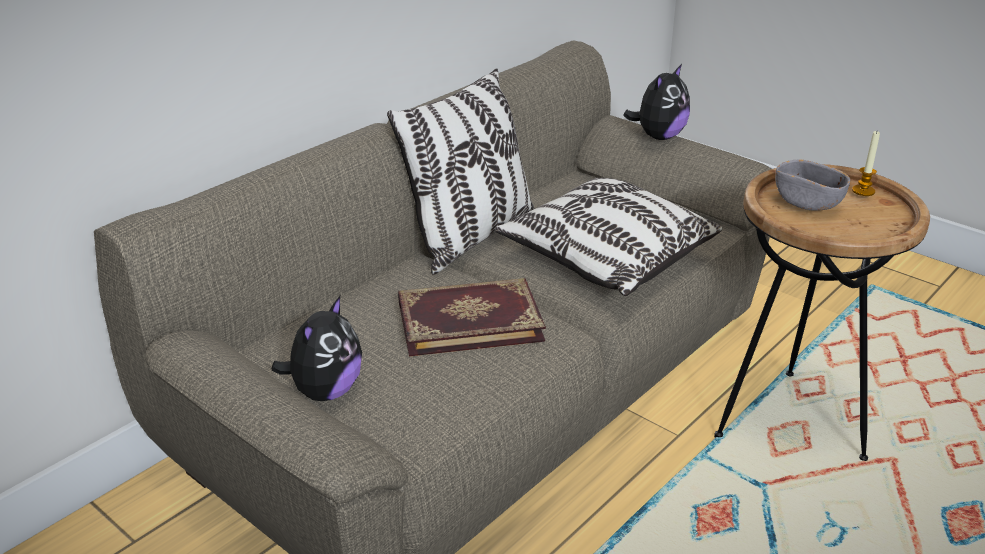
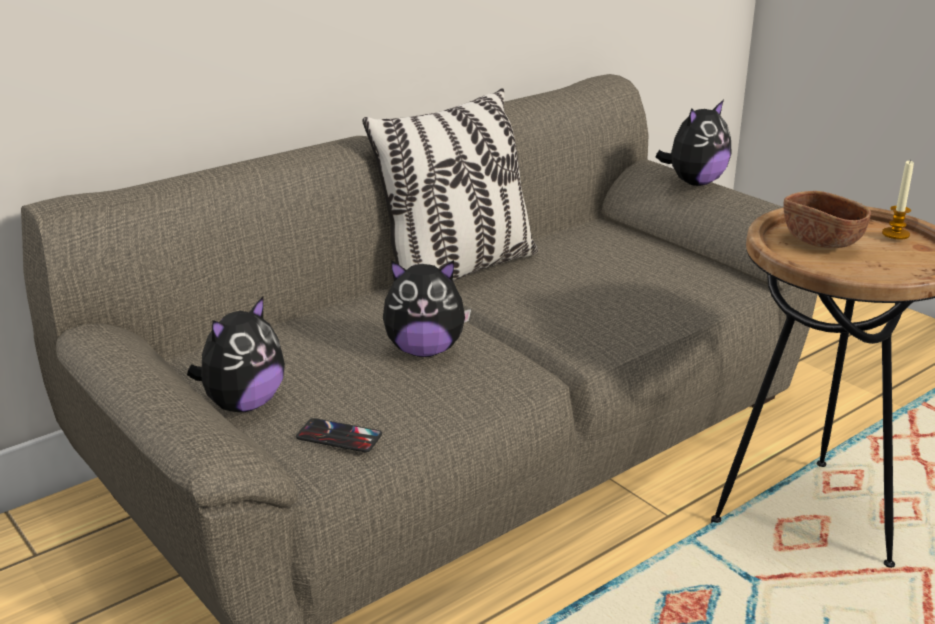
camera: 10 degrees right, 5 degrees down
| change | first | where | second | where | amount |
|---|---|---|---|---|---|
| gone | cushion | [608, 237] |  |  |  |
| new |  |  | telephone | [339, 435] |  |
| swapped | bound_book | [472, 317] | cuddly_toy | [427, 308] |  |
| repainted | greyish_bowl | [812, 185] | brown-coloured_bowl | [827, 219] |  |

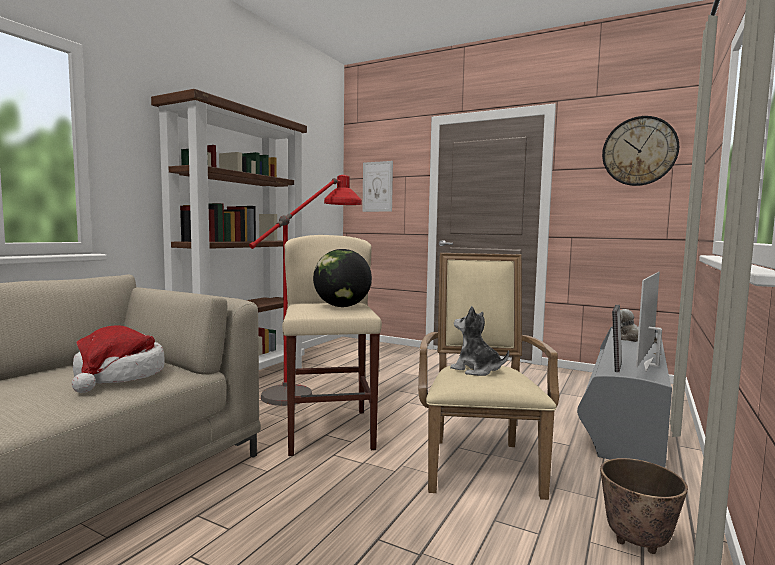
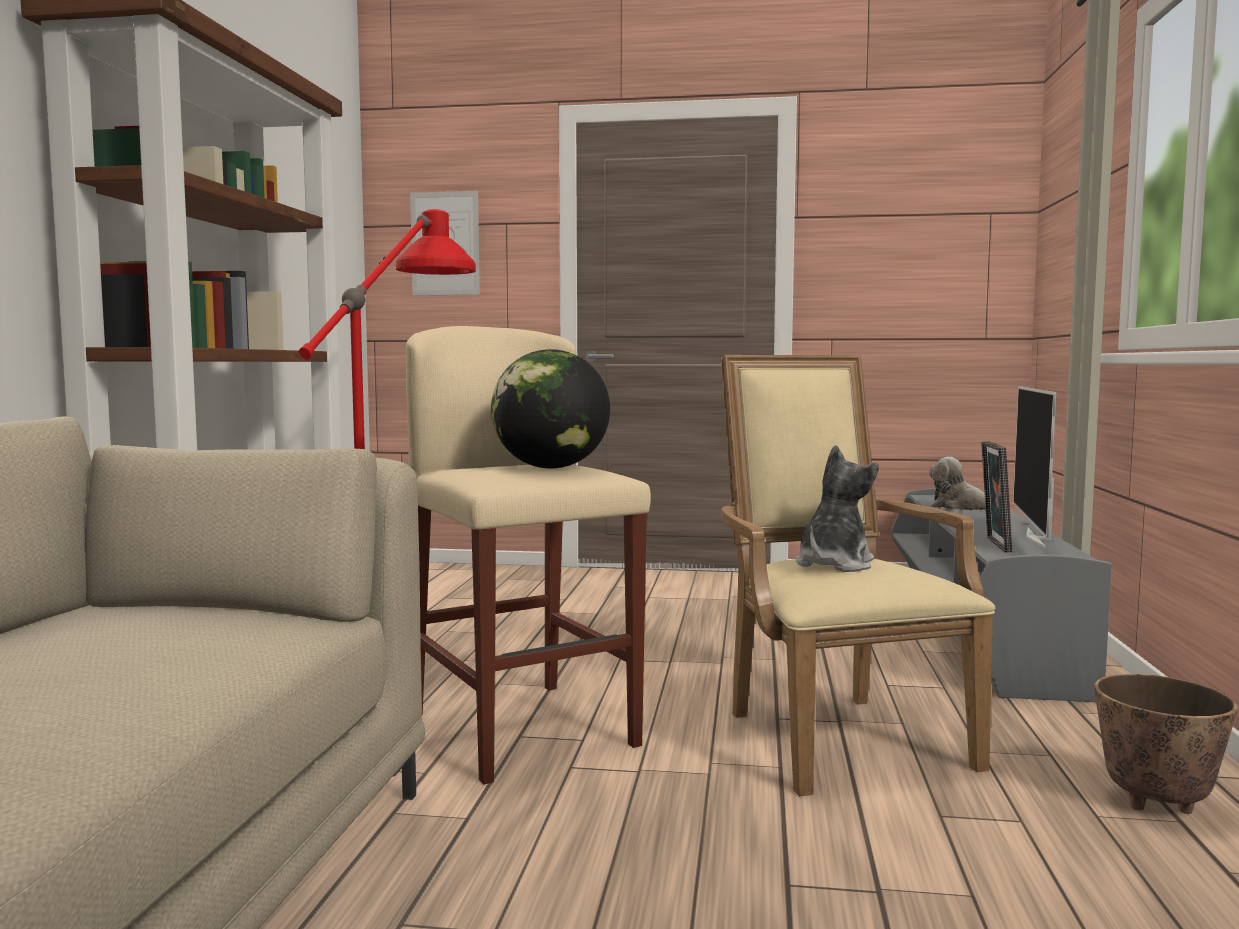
camera: 20 degrees left, 0 degrees up
| change | first | where | second | where | amount |
|---|---|---|---|---|---|
| gone | wearable_hat | [118, 359] |  |  |  |
| gone | wall_clock | [640, 151] |  |  |  |
| rotated | cuddly_toy | [479, 341] |  | [837, 508] | 105 degrees clockwise |

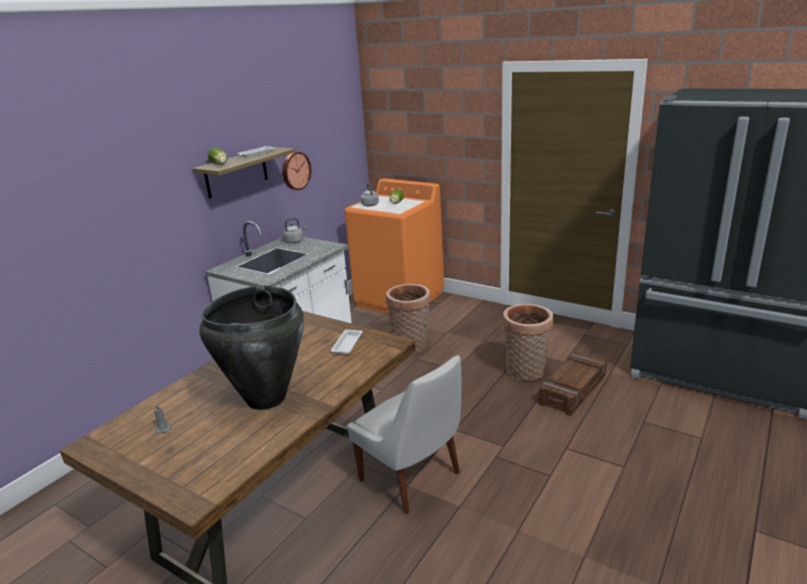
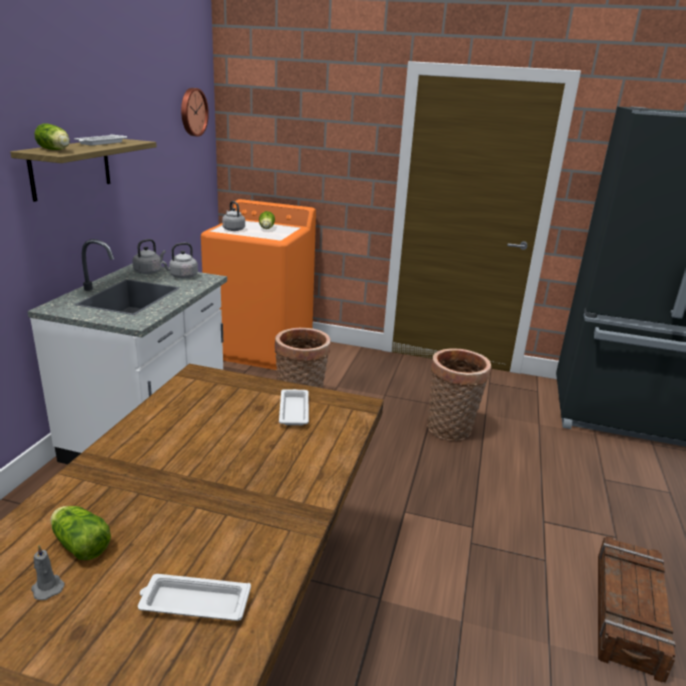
camera: 20 degrees left, 0 degrees up
| change | first | where | second | where | amount |
|---|---|---|---|---|---|
| gone | black-coloured_vase | [251, 347] |  |  |  |
| gone | white_chair | [404, 434] |  |  |  |
| new |  |  | head_of_lettuce | [81, 533] |  |
| new |  |  | white_serving_tray | [194, 597] |  |
| new |  |  | greyish_kettle | [179, 260] |  |
| shifted | wall_clock | [296, 171] |  | [195, 112] |  |
| shifted | packing_crate | [572, 384] |  | [637, 609] |  |

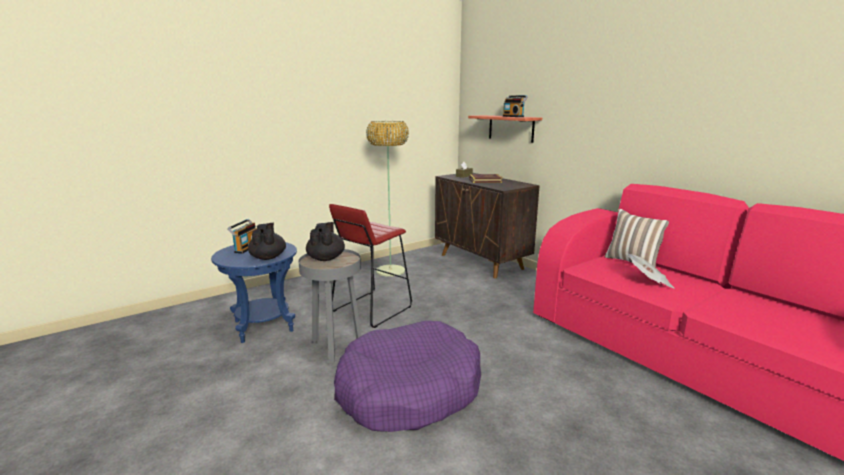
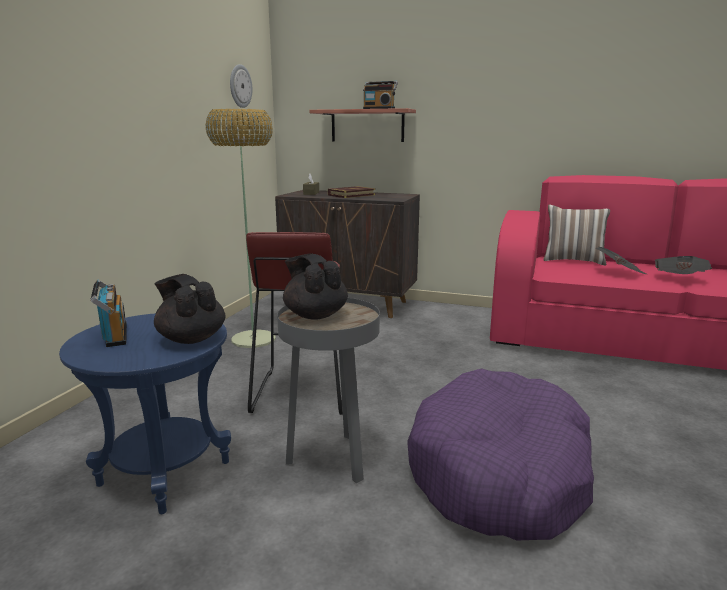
camera: 35 degrees left, 0 degrees up
| change | first | where | second | where | amount |
|---|---|---|---|---|---|
| new |  |  | wall_clock | [241, 86] |  |
| new |  |  | daily_paper | [683, 265] |  |

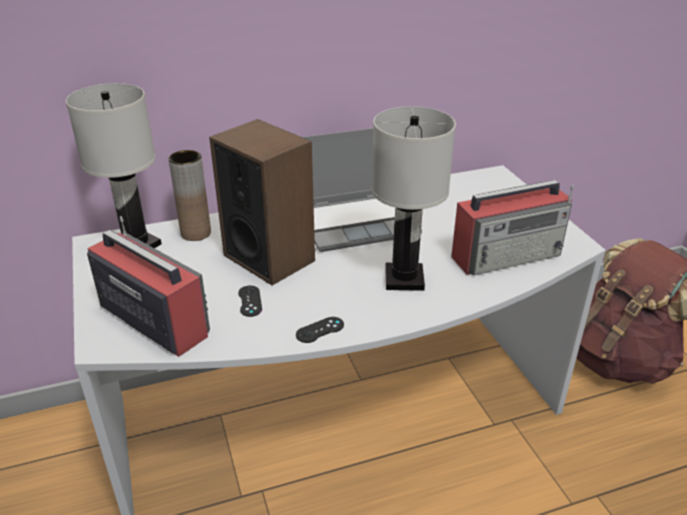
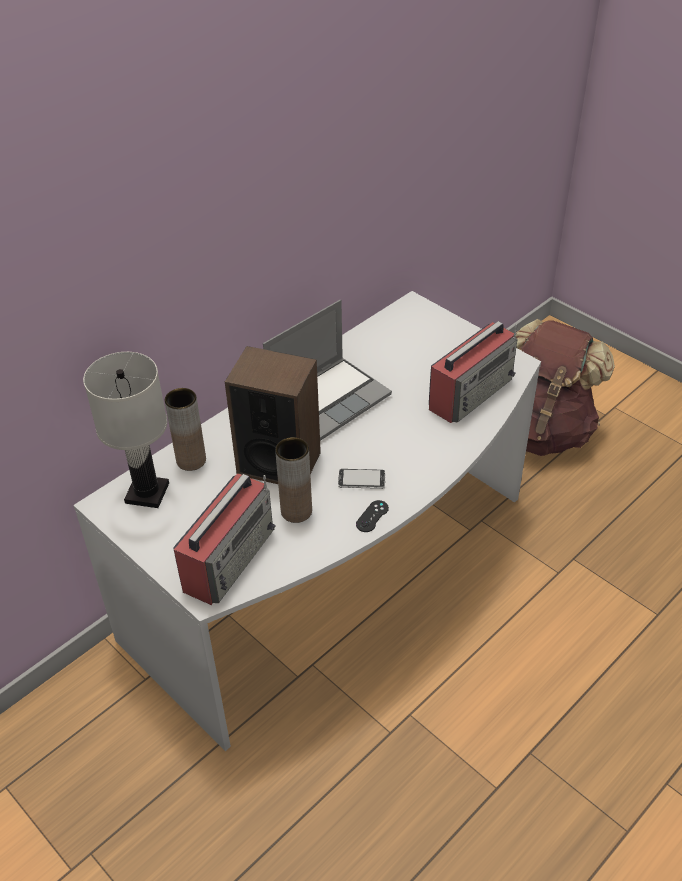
camera: 25 degrees left, 10 degrees up
| change | first | where | second | where | amount |
|---|---|---|---|---|---|
| gone | white_tabletop_lamp | [413, 198] |  |  |  |
| new |  |  | telephone | [361, 479] |  |
| swapped | black-coloured_game_controller | [250, 301] | brown-coloured_vase | [293, 480] |  |
| rotated | radio_receiver | [148, 286] |  | [224, 539] | 105 degrees clockwise |

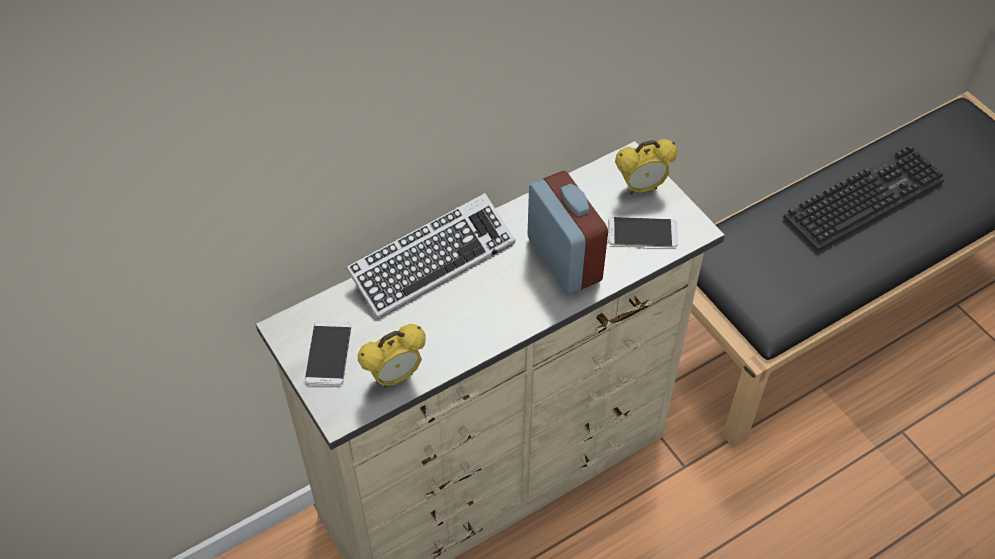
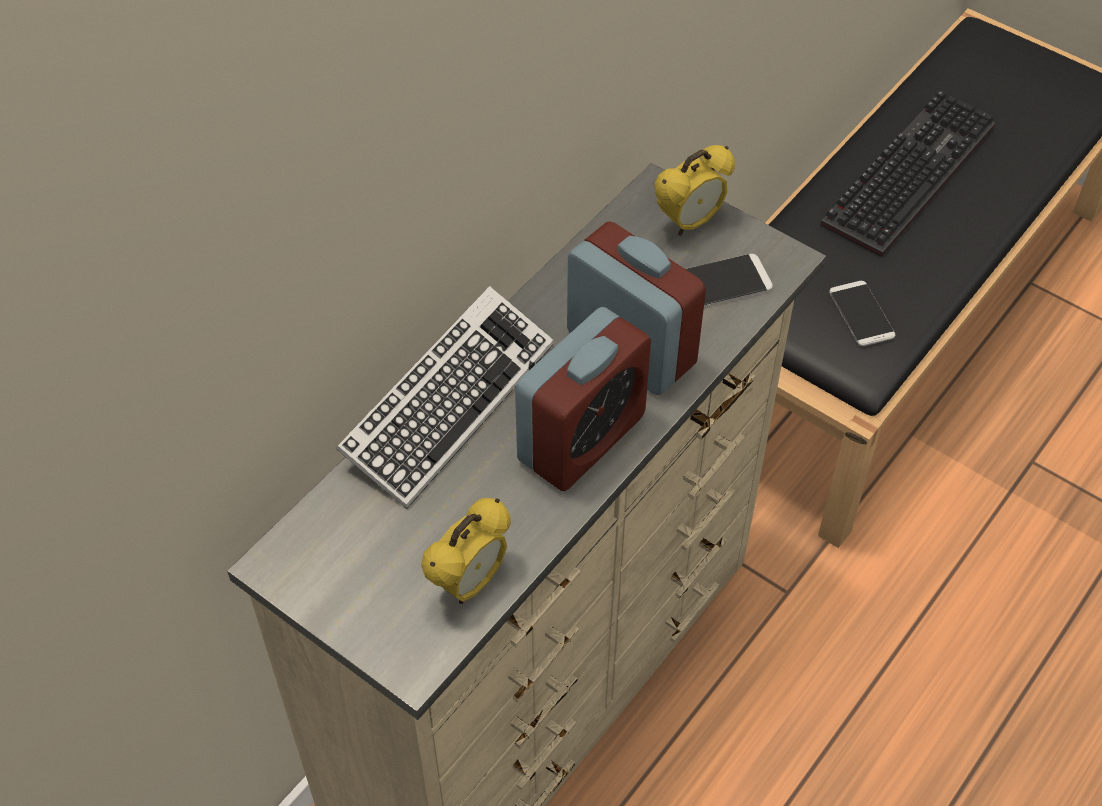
camera: 20 degrees left, 0 degrees up
| change | first | where | second | where | amount |
|---|---|---|---|---|---|
| new |  |  | table_clock | [583, 399] |  |
| shifted | telephone | [328, 353] |  | [862, 313] |  |

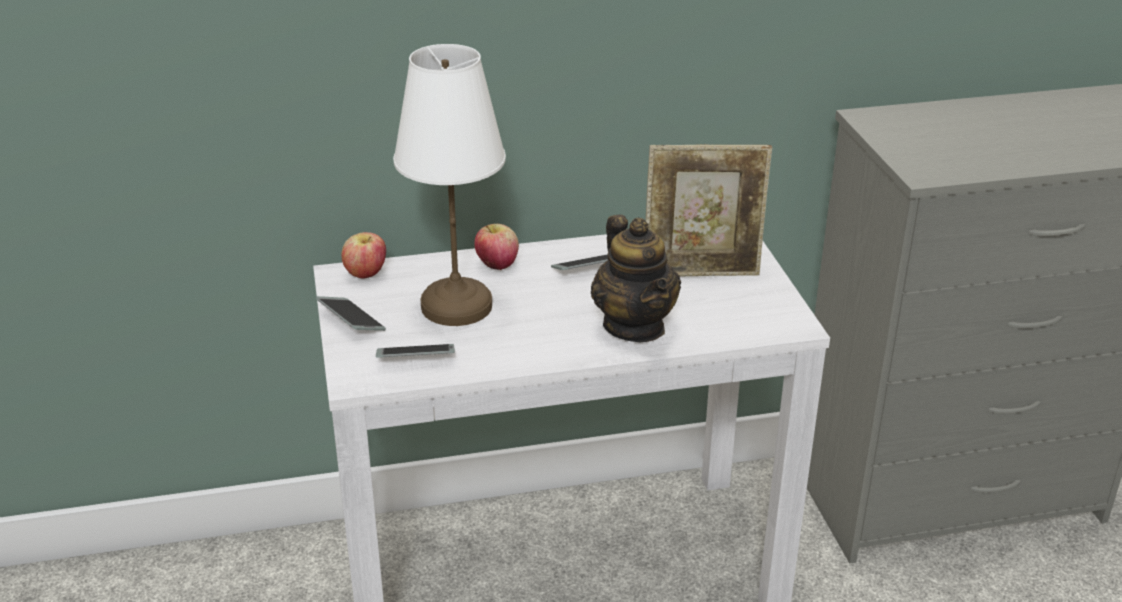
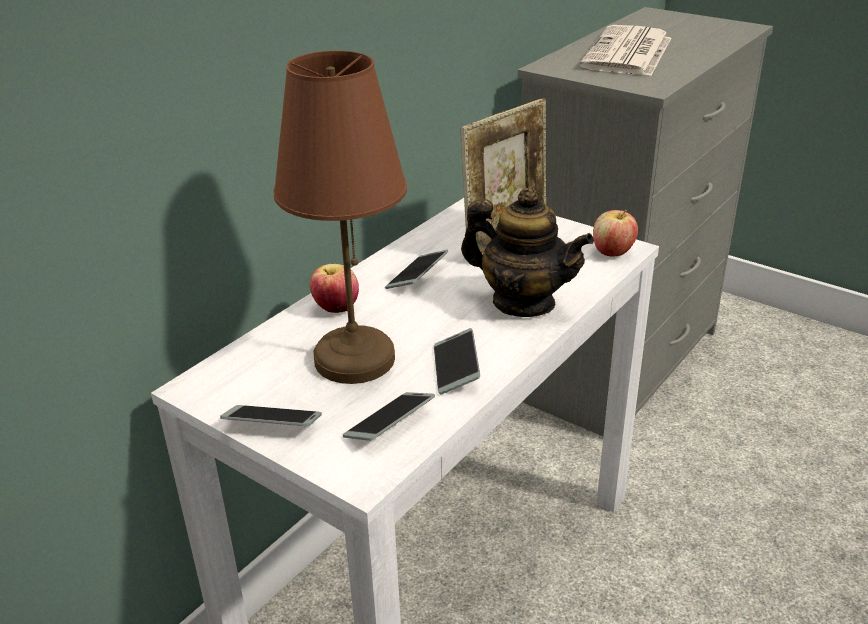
camera: 40 degrees left, 0 degrees up
| change | first | where | second | where | amount |
|---|---|---|---|---|---|
| new |  |  | telephone | [457, 361] |  |
| new |  |  | daily_paper | [625, 50] |  |
| shifted | whole_apple | [363, 255] |  | [615, 233] |  |
| repainted | white_tabletop_lamp | [449, 185] | brown-coloured_tabletop_lamp | [340, 217] |  |

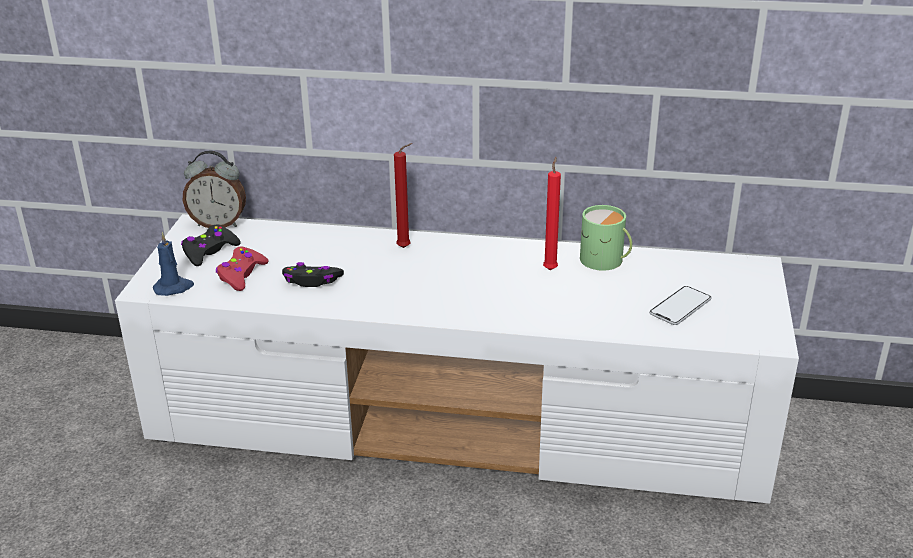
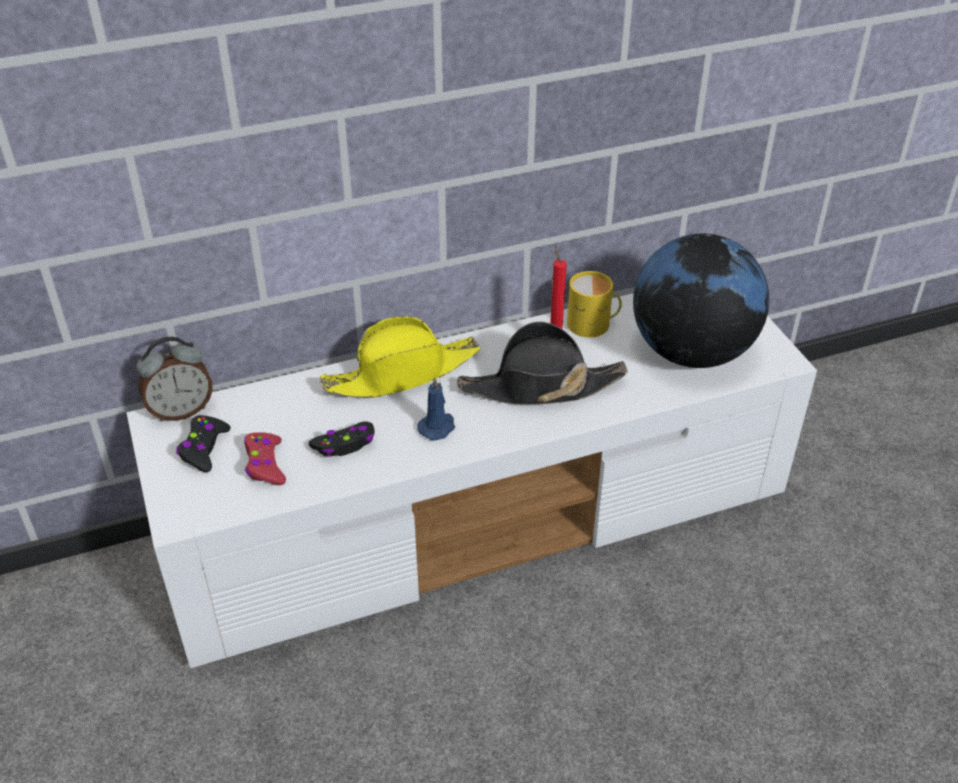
camera: 30 degrees left, 10 degrees up
| change | first | where | second | where | amount |
|---|---|---|---|---|---|
| new |  |  | black-coloured_wearable_hat | [542, 362] |  |
| shifted | blue-coloured_candle | [173, 264] |  | [436, 409] |  |
| swapped | red_candle | [403, 195] | yellow-coloured_wearable_hat | [400, 357] |  |
| swapped | telephone | [680, 305] | desk_globe | [701, 301] |  |
| repainted | green-coloured_coffee_mug | [606, 238] | yellow-coloured_coffee_mug | [594, 304] |  |

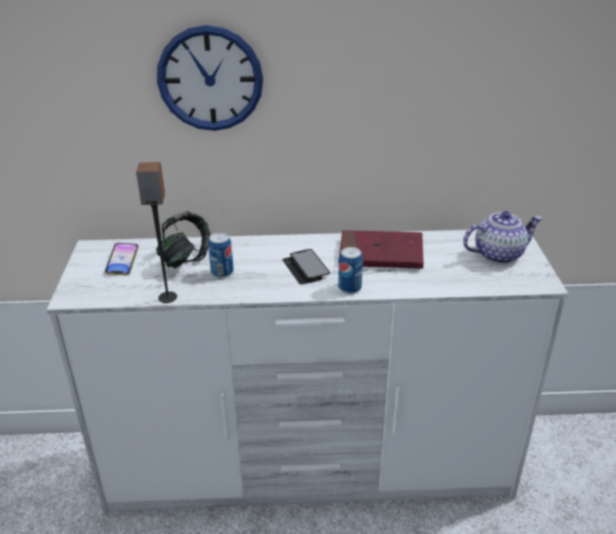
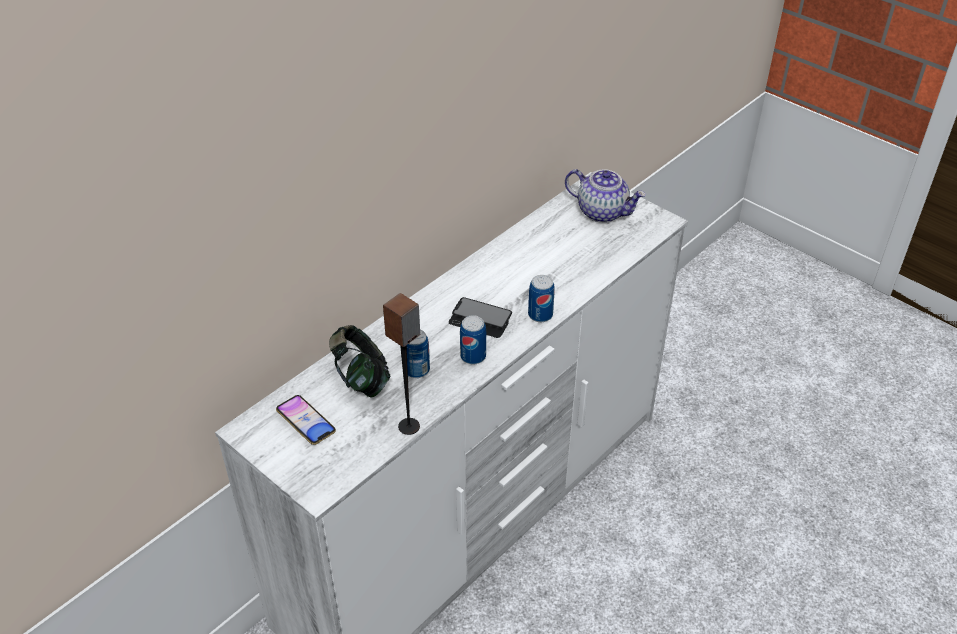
camera: 45 degrees left, 10 degrees up
| change | first | where | second | where | amount |
|---|---|---|---|---|---|
| gone | wall_clock | [210, 78] |  |  |  |
| gone | red_bound_book | [381, 249] |  |  |  |
| new |  |  | metal_can | [473, 340] |  |
| rotated | teapot | [503, 237] |  | [605, 196] | 90 degrees clockwise |

